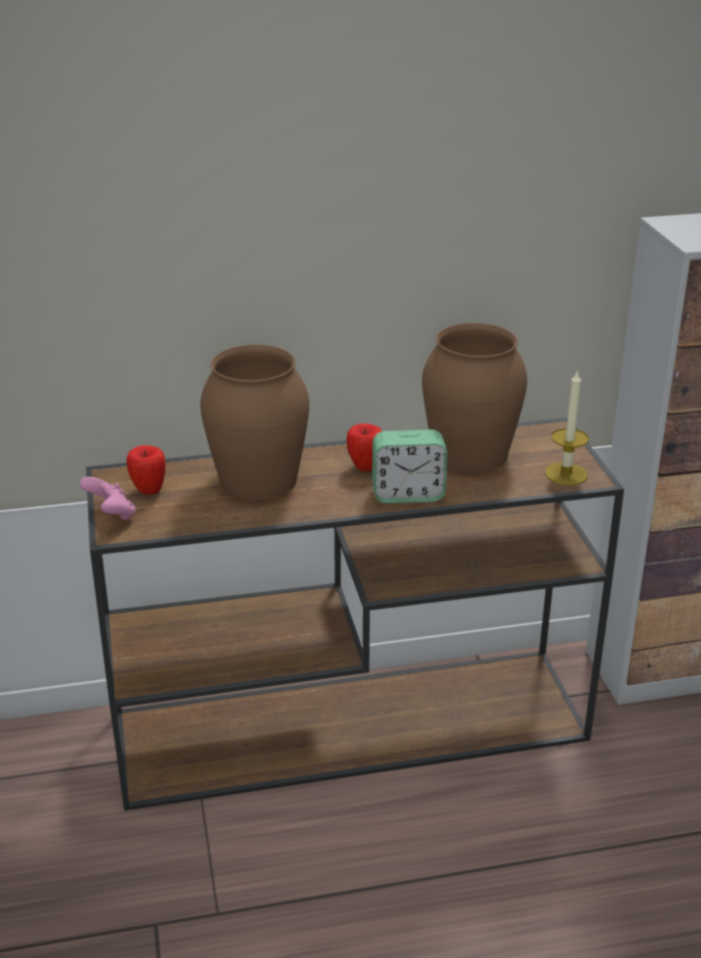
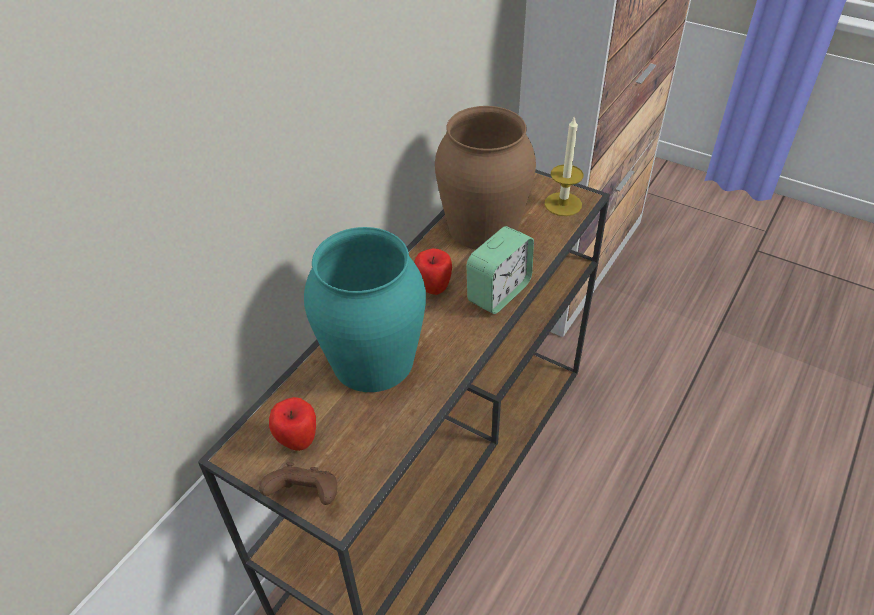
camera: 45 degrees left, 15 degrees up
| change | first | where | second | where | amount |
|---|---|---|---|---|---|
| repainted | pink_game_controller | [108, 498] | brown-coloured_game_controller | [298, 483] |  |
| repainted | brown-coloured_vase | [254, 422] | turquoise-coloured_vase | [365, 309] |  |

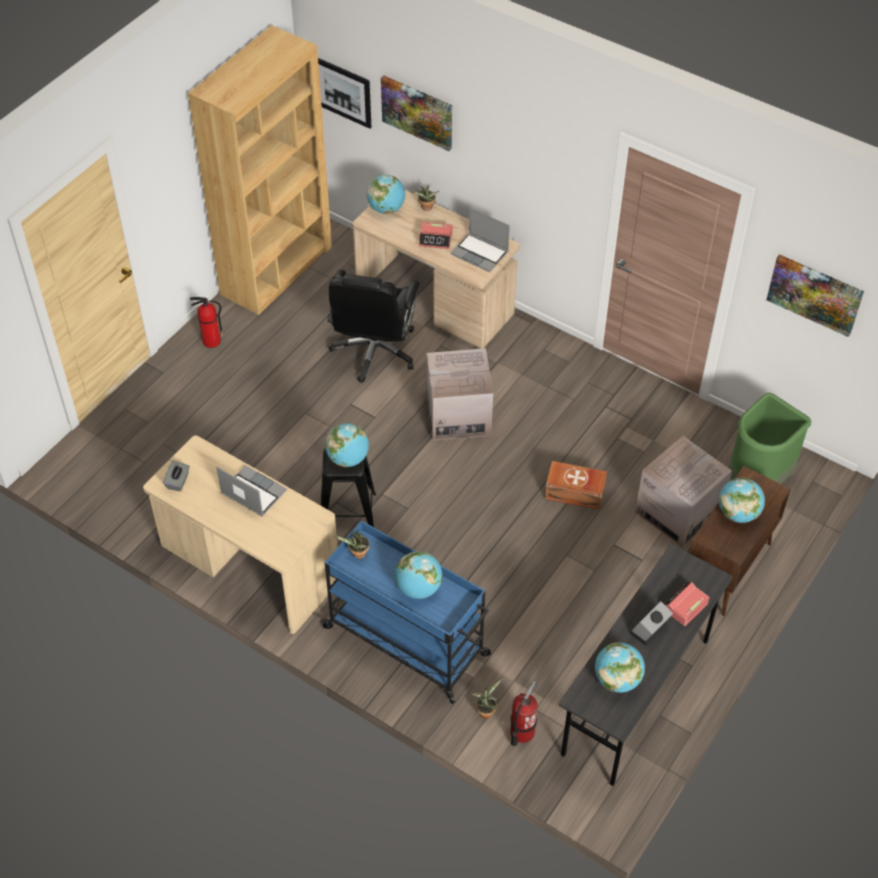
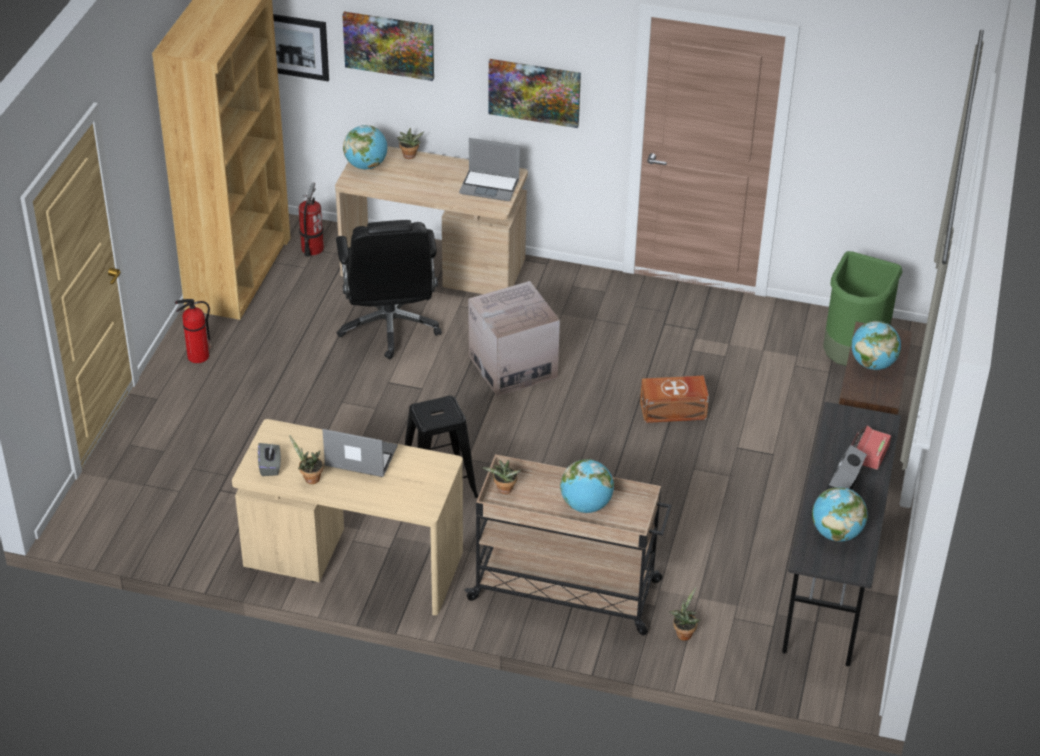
camera: 20 degrees left, 10 degrees down
| change | first | where | second | where | amount |
|---|---|---|---|---|---|
| gone | desk_globe | [347, 445] |  |  |  |
| gone | table_clock | [436, 235] |  |  |  |
| gone | cardboard_box | [683, 492] |  |  |  |
| new |  |  | houseplant | [306, 459] |  |
| shifted | extinguisher | [524, 713] |  | [311, 219] |  |
| shifted | wall_art | [815, 295] |  | [534, 93] |  |
| repainted | blue-coloured_wheeled_cart | [405, 612] | beige-coloured_wheeled_cart | [567, 544] |  |

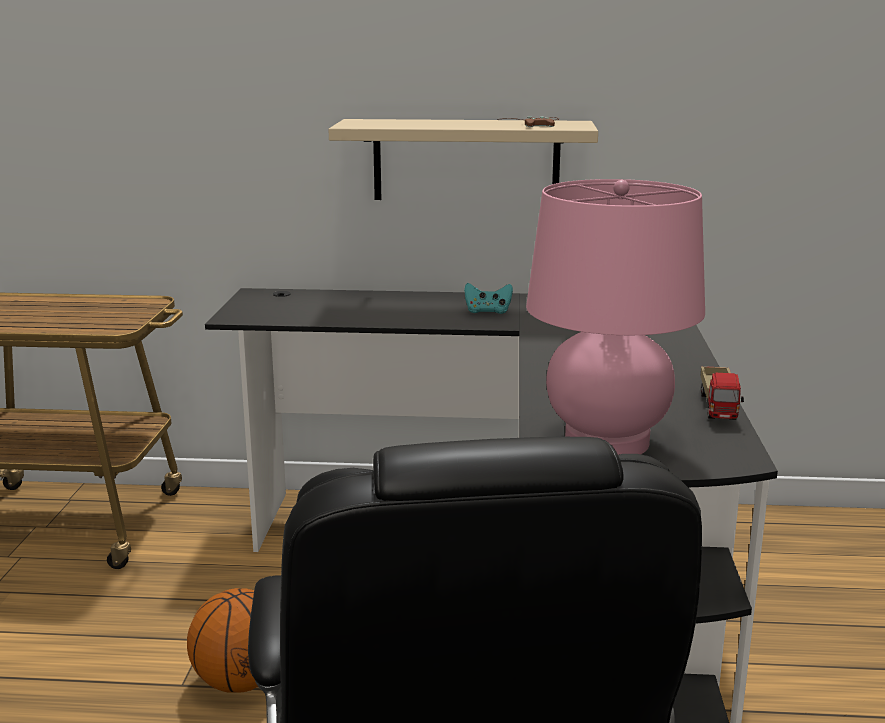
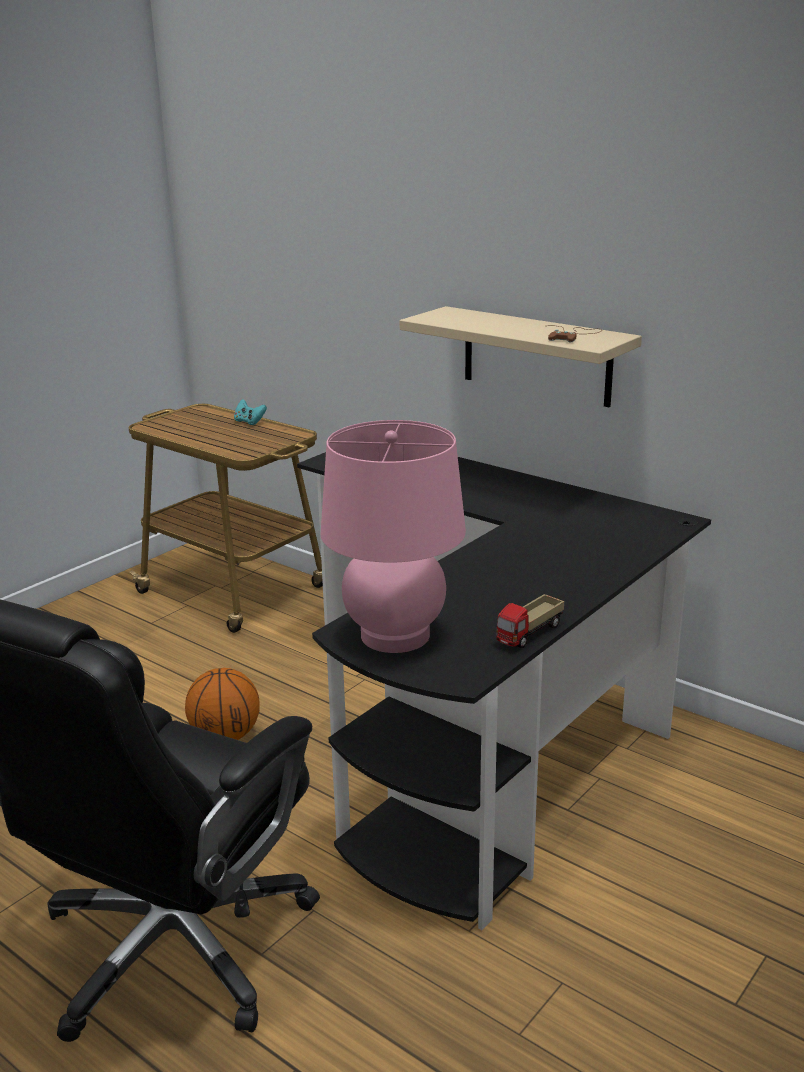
camera: 35 degrees right, 5 degrees up
| change | first | where | second | where | amount |
|---|---|---|---|---|---|
| shifted | turquoise-coloured_game_controller | [488, 298] |  | [250, 412] |  |

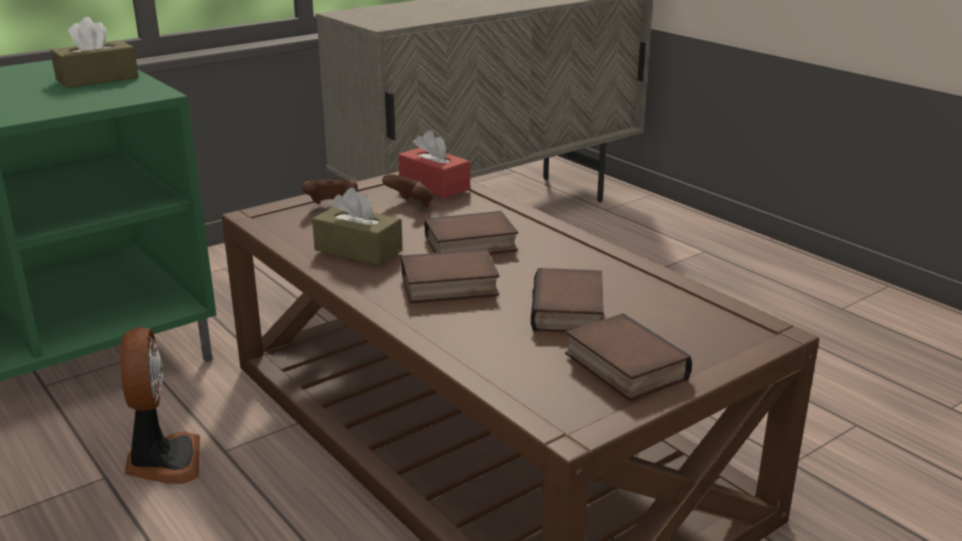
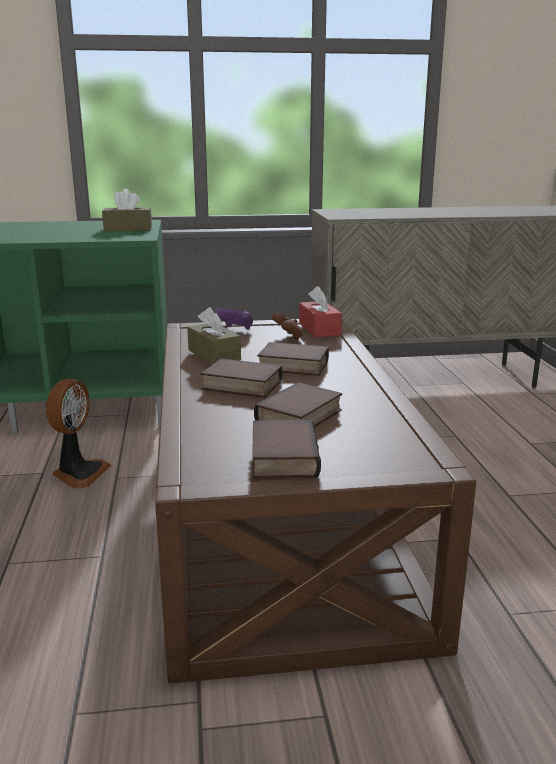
camera: 30 degrees right, 5 degrees down
| change | first | where | second | where | amount |
|---|---|---|---|---|---|
| repainted | brown-coloured_game_controller | [330, 191] | purple-coloured_game_controller | [233, 319] |  |

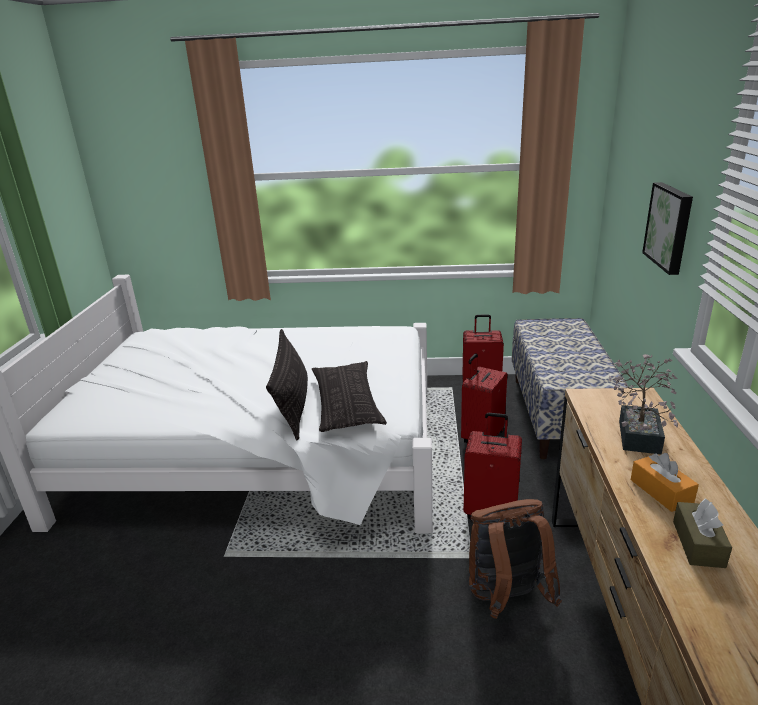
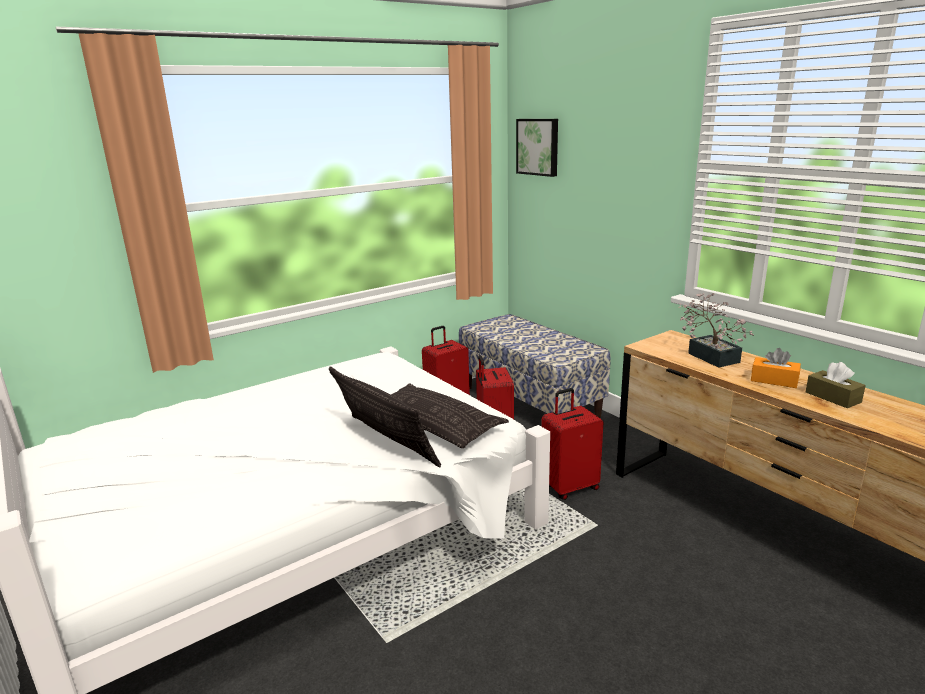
camera: 40 degrees left, 5 degrees down
| change | first | where | second | where | amount |
|---|---|---|---|---|---|
| gone | brown-coloured_backpack | [515, 559] |  |  |  |
| shifted | wall_art | [667, 228] |  | [537, 148] |  |

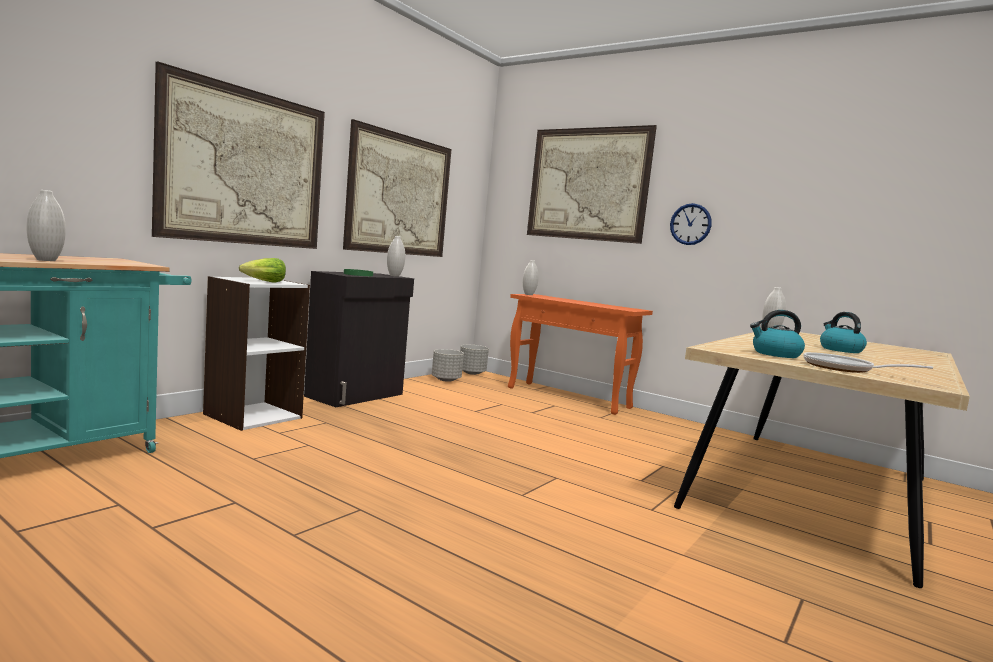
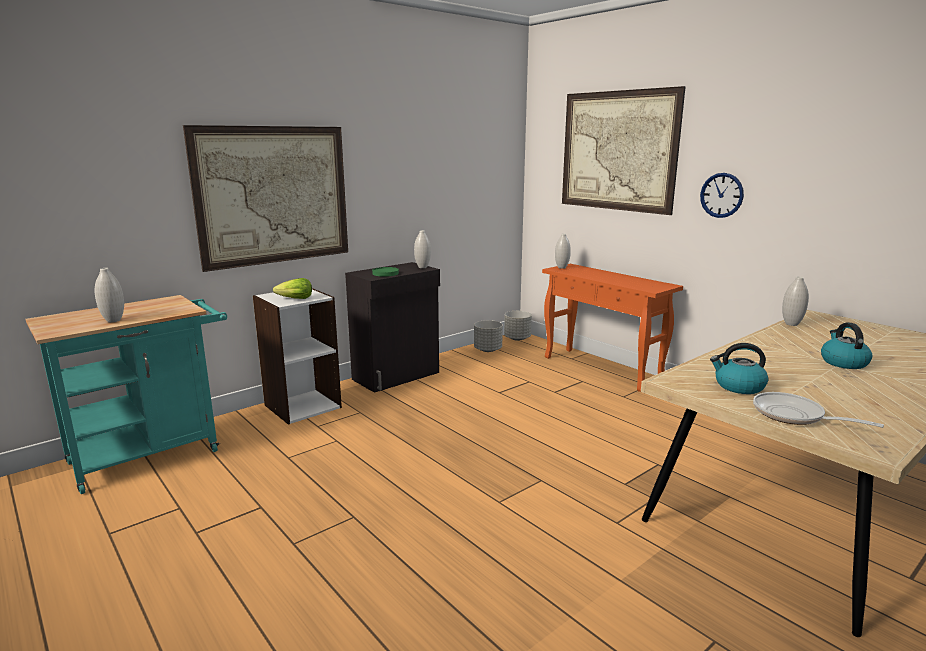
camera: 15 degrees right, 10 degrees up
| change | first | where | second | where | amount |
|---|---|---|---|---|---|
| gone | wall_art | [397, 188] |  |  |  |

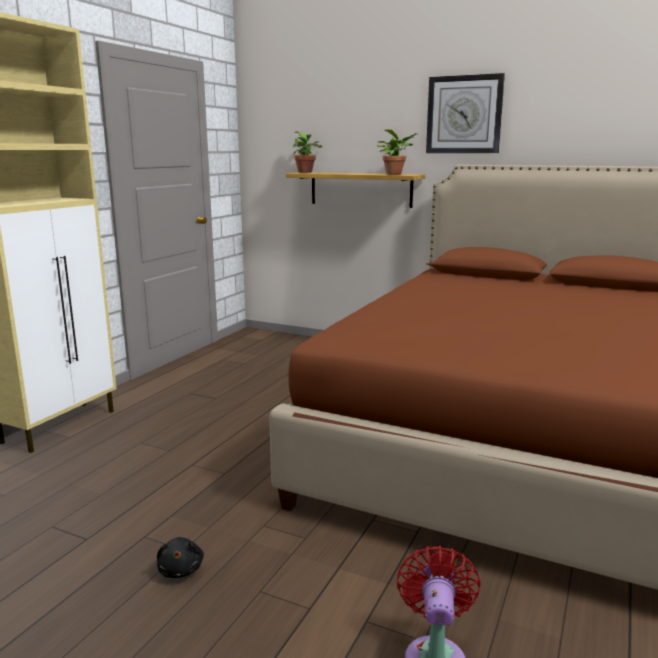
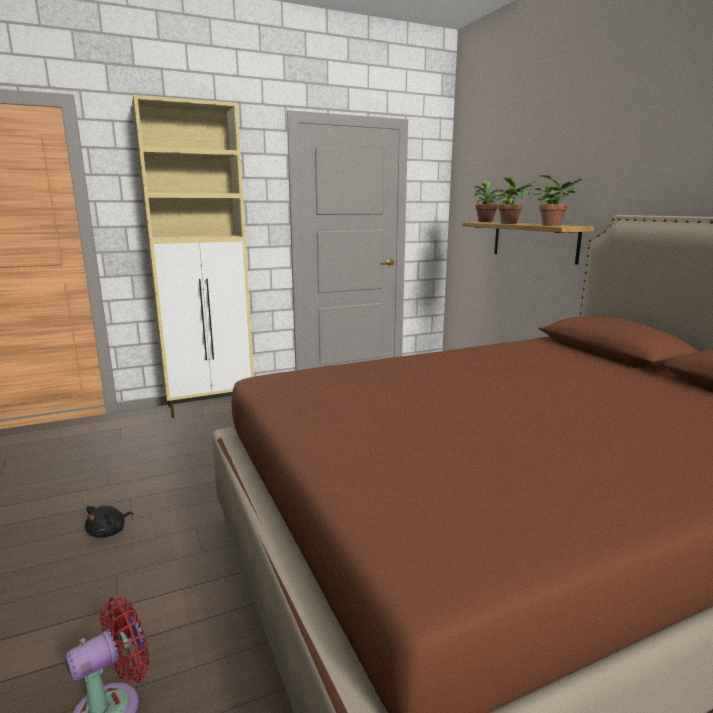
camera: 40 degrees right, 0 degrees up
| change | first | where | second | where | amount |
|---|---|---|---|---|---|
| gone | wall_clock | [465, 113] |  |  |  |
| new |  |  | houseplant | [515, 201] |  |

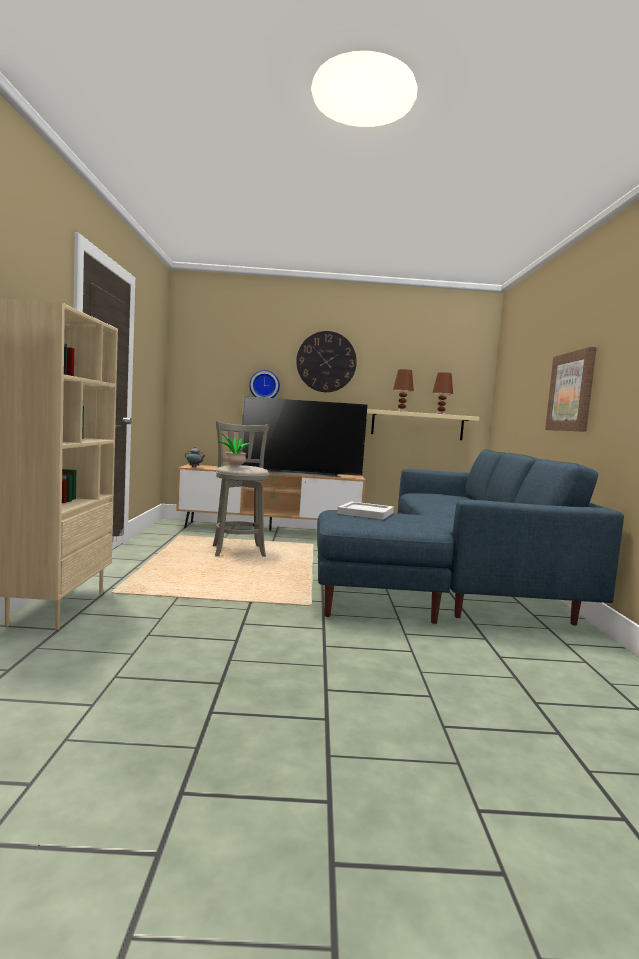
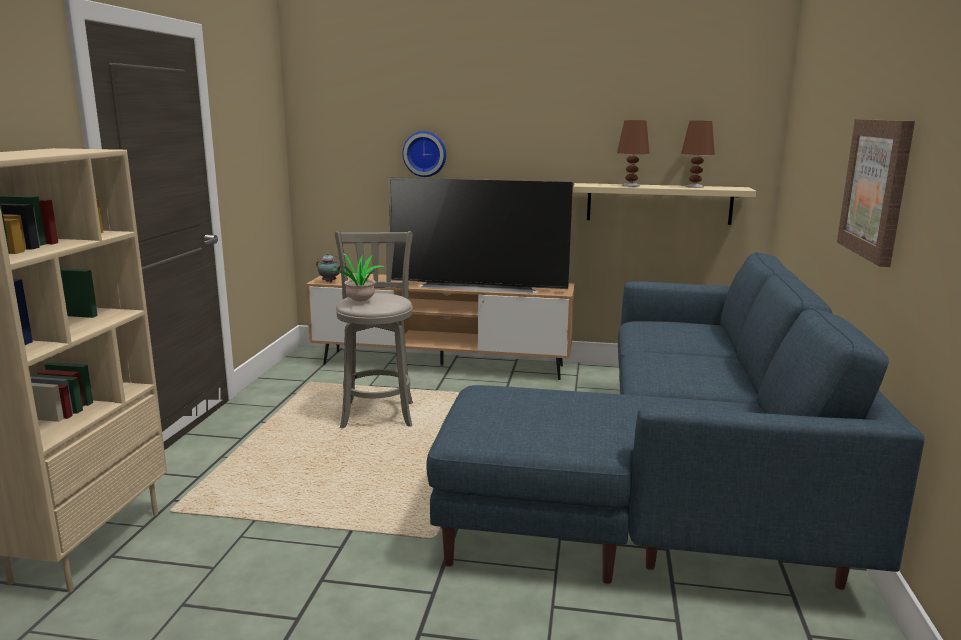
camera: 10 degrees right, 10 degrees up
| change | first | where | second | where | amount |
|---|---|---|---|---|---|
| gone | wall_clock | [326, 361] |  |  |  |
| gone | white_serving_tray | [365, 511] |  |  |  |

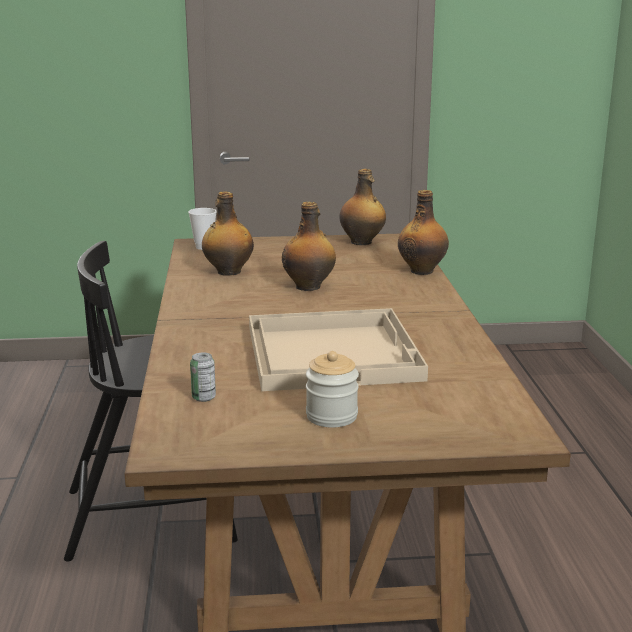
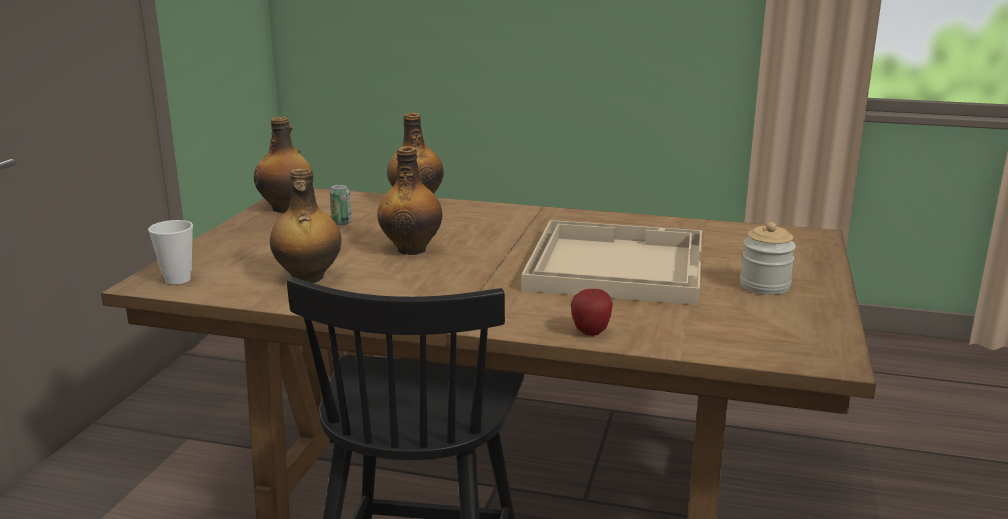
camera: 70 degrees left, 0 degrees up
| change | first | where | second | where | amount |
|---|---|---|---|---|---|
| new |  |  | whole_apple | [592, 312] |  |
| shifted | metal_can | [203, 377] |  | [341, 205] |  |

